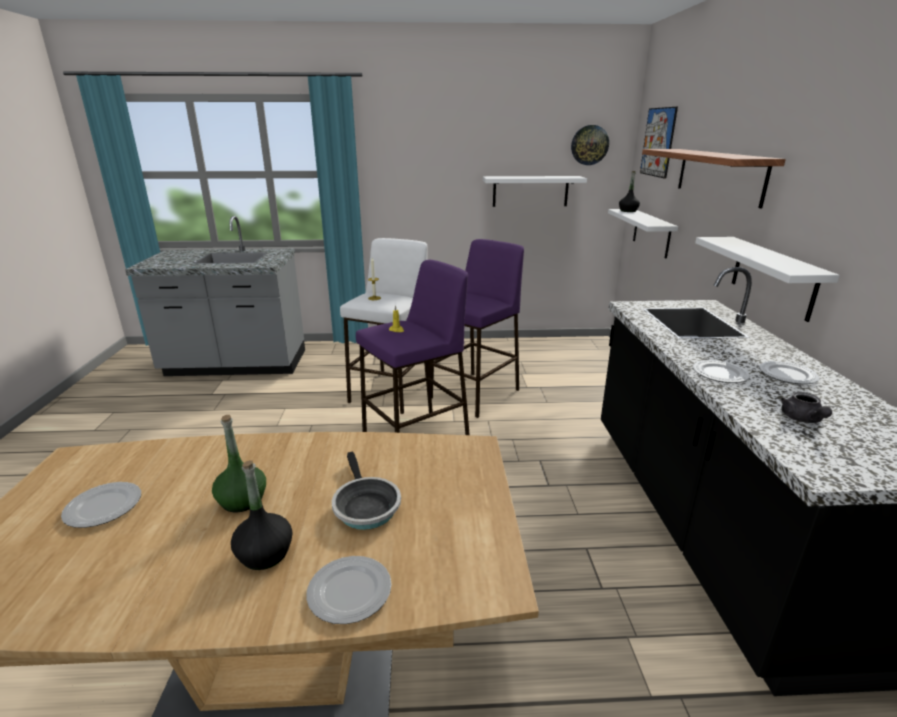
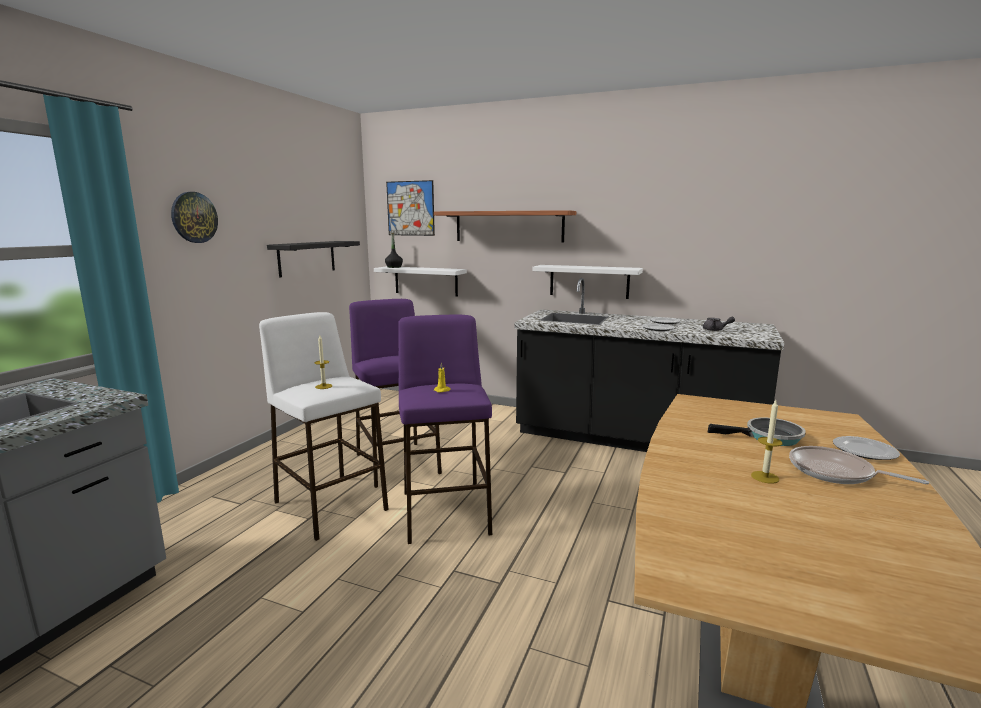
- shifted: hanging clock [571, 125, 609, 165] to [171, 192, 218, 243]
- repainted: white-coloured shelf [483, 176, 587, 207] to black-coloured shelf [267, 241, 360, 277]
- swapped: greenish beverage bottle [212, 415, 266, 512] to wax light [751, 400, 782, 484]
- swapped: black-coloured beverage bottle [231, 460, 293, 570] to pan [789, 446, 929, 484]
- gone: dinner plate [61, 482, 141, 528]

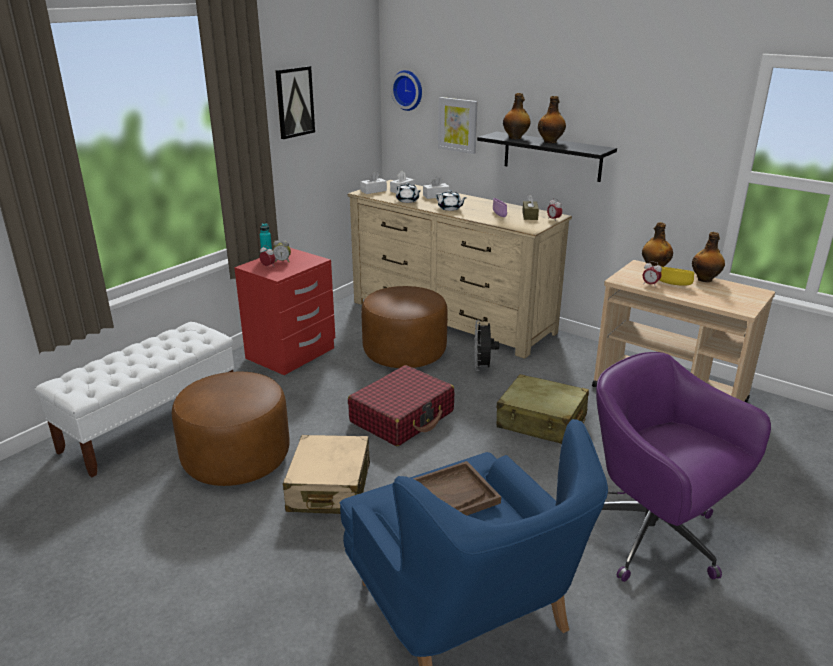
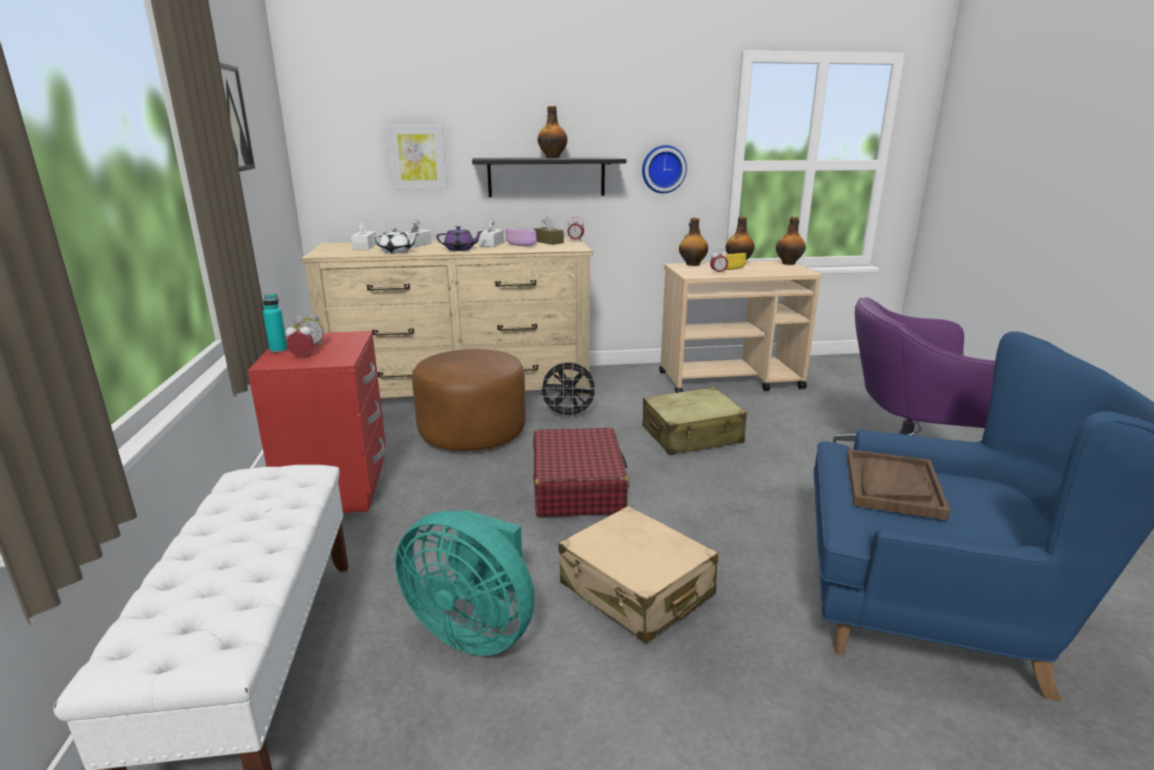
- shifted: hanging clock [391, 70, 422, 111] to [642, 145, 687, 193]
- shifted: beverage bottle [503, 93, 530, 139] to [776, 217, 806, 265]
- shifted: white-coloured tissue holder [360, 171, 387, 194] to [479, 219, 504, 247]
- repainted: white-coloured tea pot [435, 190, 467, 211] to purple-coloured tea pot [436, 226, 483, 251]
- rotated: black-coloured electric fan [474, 320, 499, 371] = [538, 363, 598, 419] 45 degrees counterclockwise
- swapped: brownish pouffe [172, 372, 289, 486] to blue-green electric fan [395, 510, 535, 655]

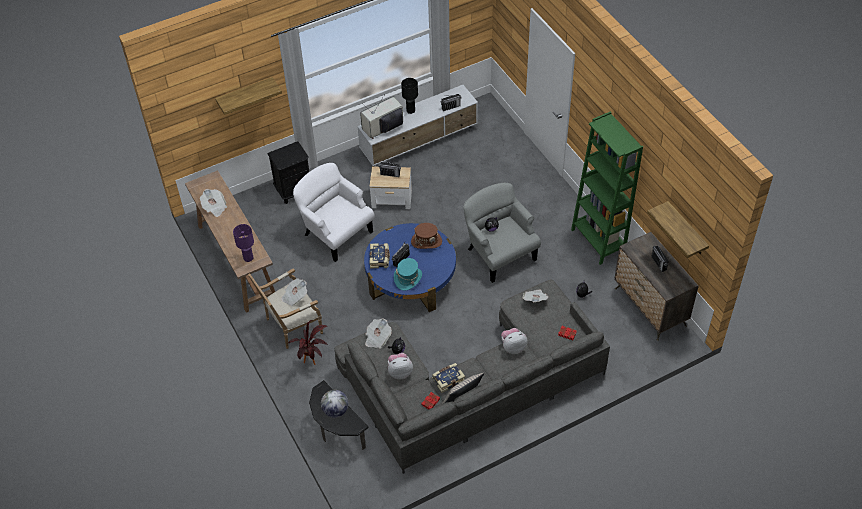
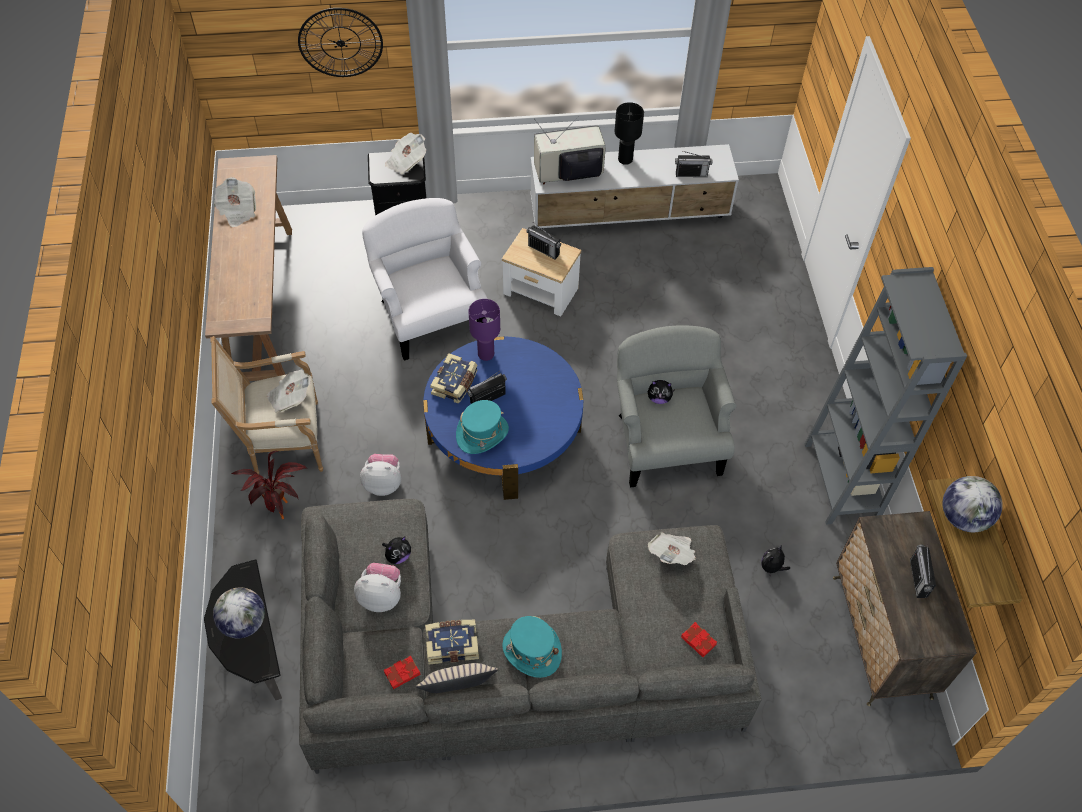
- swapped: shelf [215, 77, 282, 115] to hanging clock [298, 8, 383, 77]
- repainted: greenish bookcase [571, 112, 643, 265] to greyish bookcase [804, 267, 967, 525]
- gone: brownish clothing hat [411, 223, 442, 249]
- shifted: purple-coloured lamp for a table [233, 224, 254, 262] to [469, 299, 500, 361]
- shifted: printed paper [365, 319, 392, 349] to [385, 133, 426, 174]
- shifted: plush toy [501, 328, 527, 354] to [360, 454, 401, 496]
- new: world globe [942, 476, 1003, 532]
- new: blue-green clothing hat [503, 616, 562, 678]

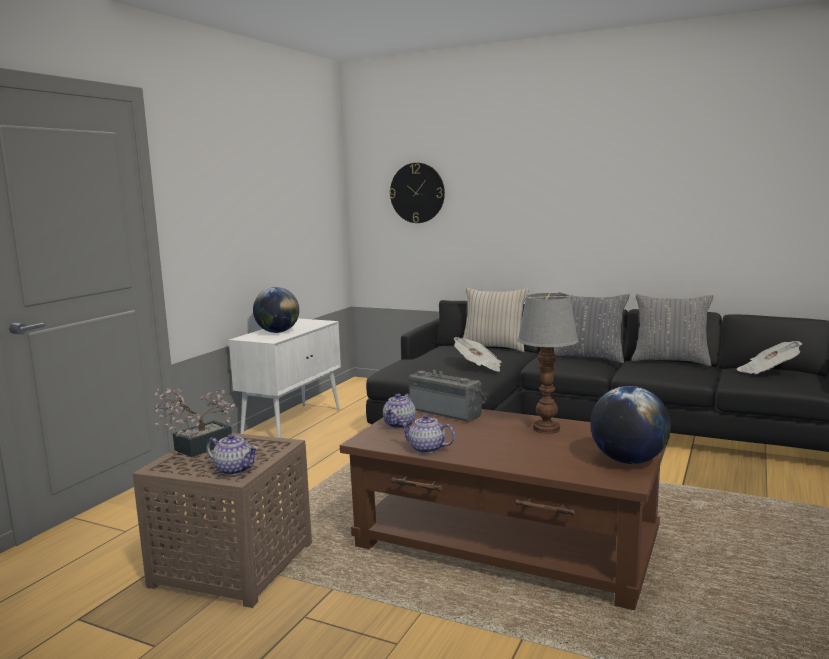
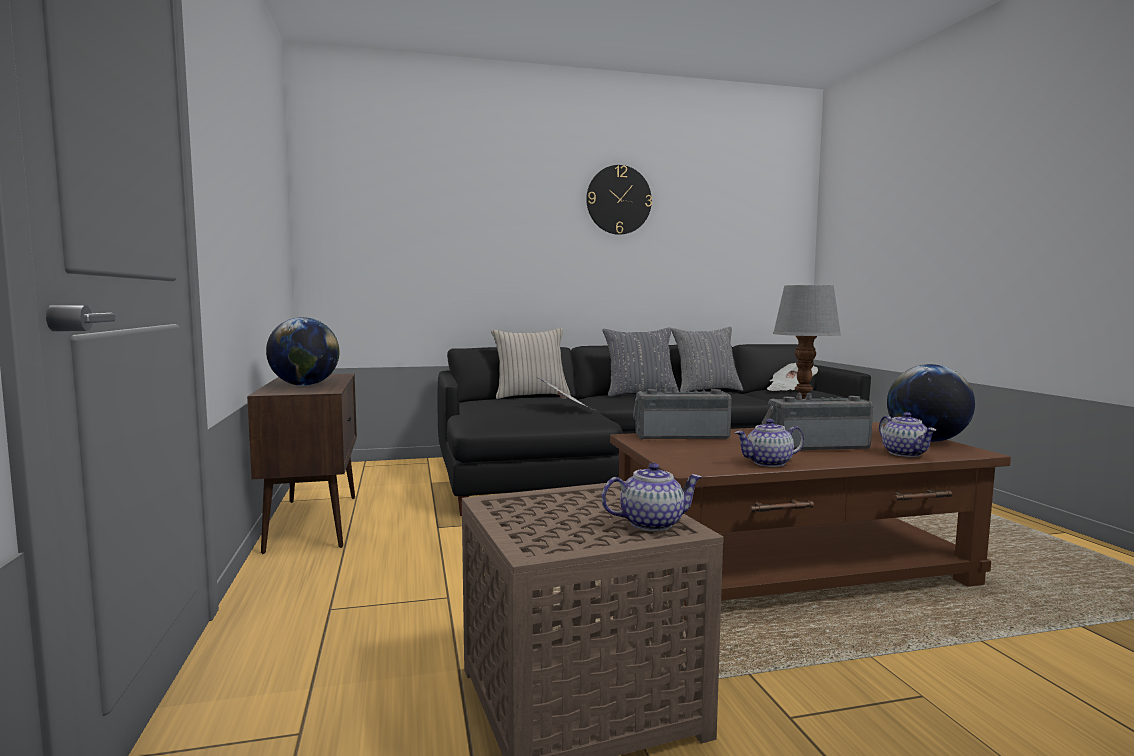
- shifted: hanging clock [389, 163, 445, 223] to [586, 165, 652, 235]
- repainted: white-coloured storage cabinet [229, 318, 341, 438] to brownish storage cabinet [247, 374, 357, 554]
- gone: houseplant [153, 388, 235, 457]
- shifted: tea pot [383, 394, 416, 428] to [879, 412, 936, 457]
- new: radio receiver [762, 393, 873, 450]

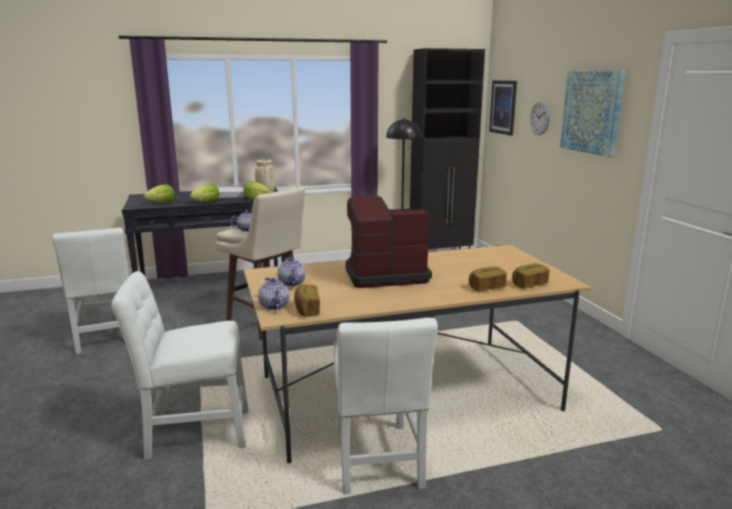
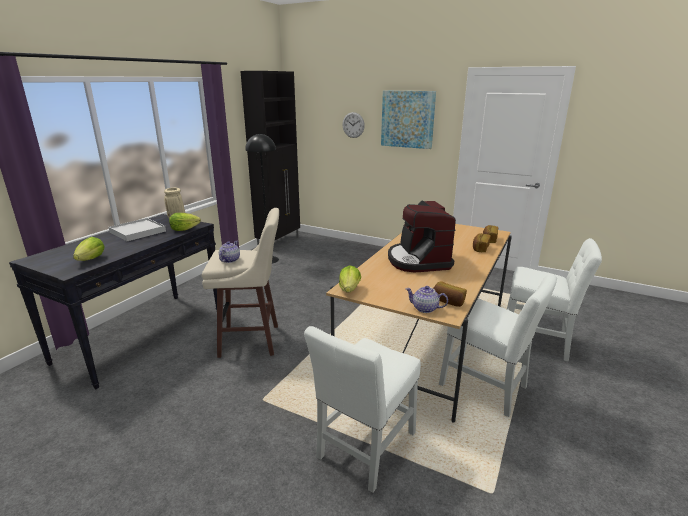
- gone: picture [489, 80, 517, 136]
- shifted: lettuce head [190, 184, 219, 202] to [339, 265, 361, 292]
- rotated: coffee brewer [345, 195, 432, 288] = [388, 200, 456, 272] 45 degrees counterclockwise
- shifted: white-coloured chair [52, 228, 129, 354] to [507, 238, 602, 362]
- gone: tea pot [278, 258, 305, 287]

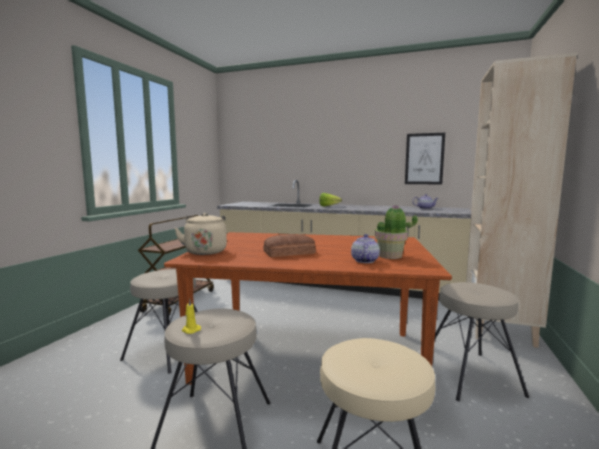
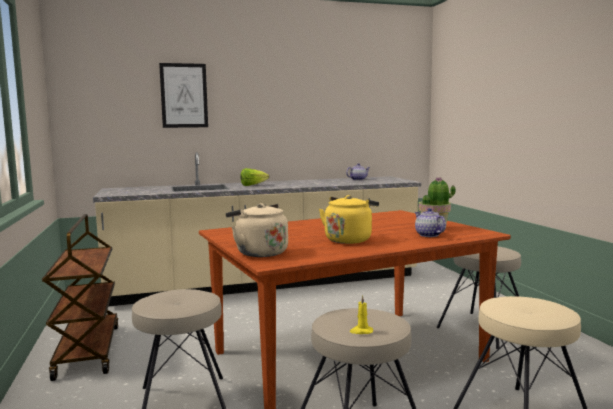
- gone: beige-coloured bookcase [466, 53, 577, 348]
- shifted: picture [405, 133, 445, 184] to [159, 63, 208, 128]
- swapped: bakery bread [263, 234, 316, 257] to yellowish water kettle [319, 195, 379, 244]

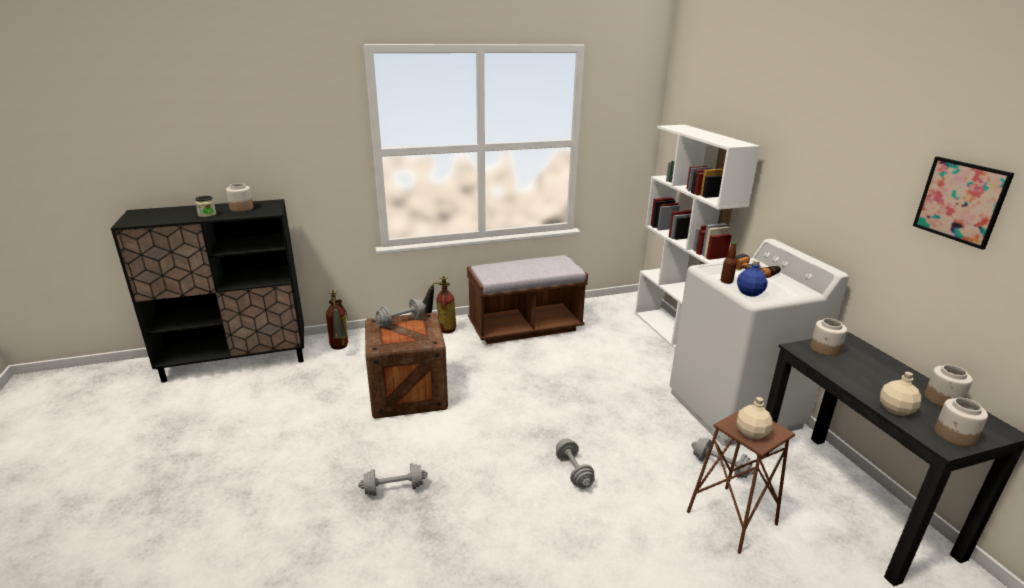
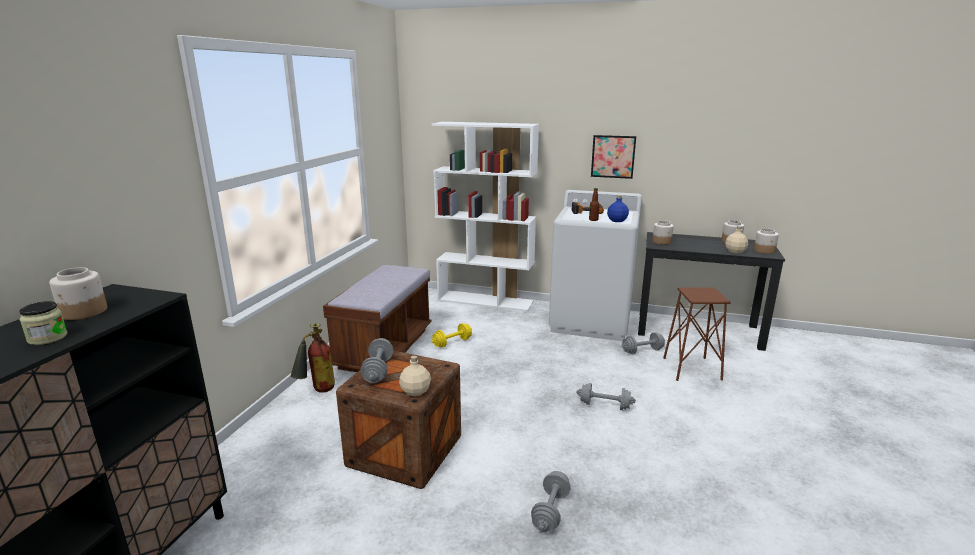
- shifted: picture [913, 156, 1014, 250] to [591, 135, 636, 179]
- gone: fire-fighting cylinder [326, 290, 348, 350]
- shifted: beige-coloured beverage bottle [737, 397, 772, 439] to [399, 356, 431, 396]
- new: yellowish dumbbell [432, 323, 472, 348]

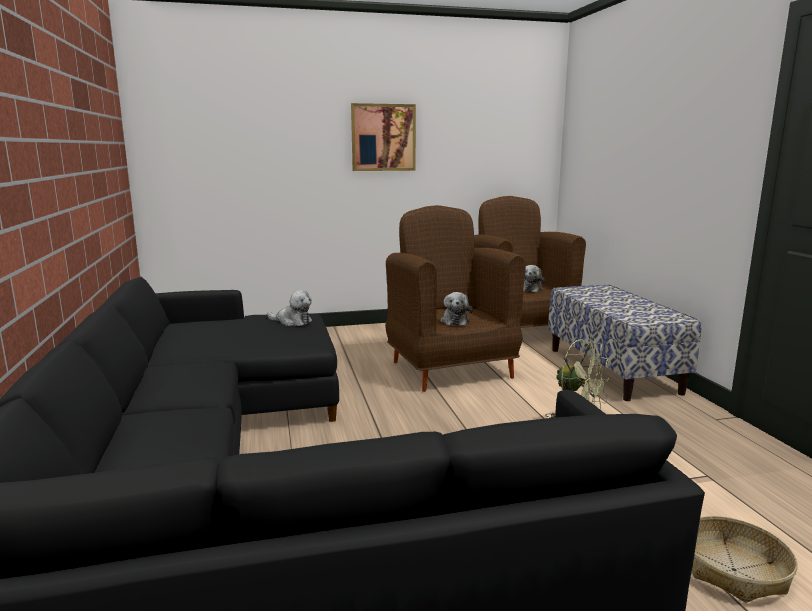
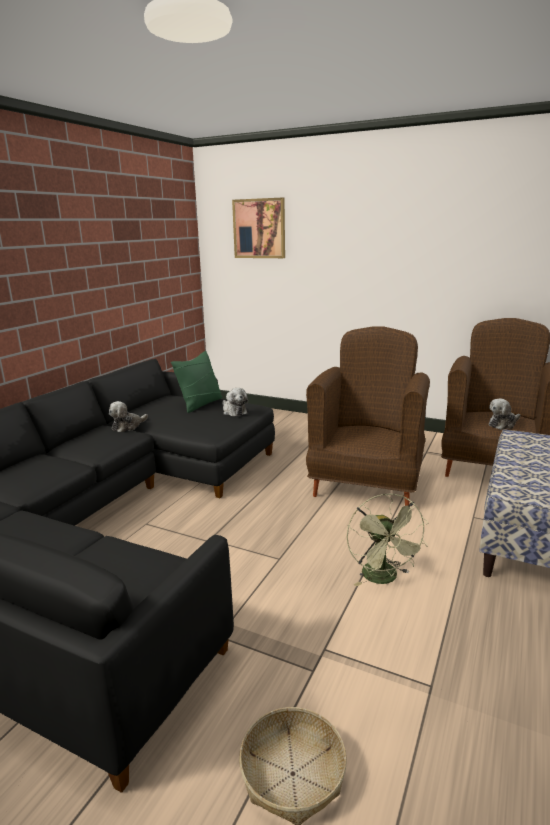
- shifted: picture [351, 103, 416, 171] to [232, 198, 285, 258]
- shifted: plush toy [440, 292, 473, 326] to [109, 401, 148, 432]
- new: greenish pillow [171, 351, 222, 413]

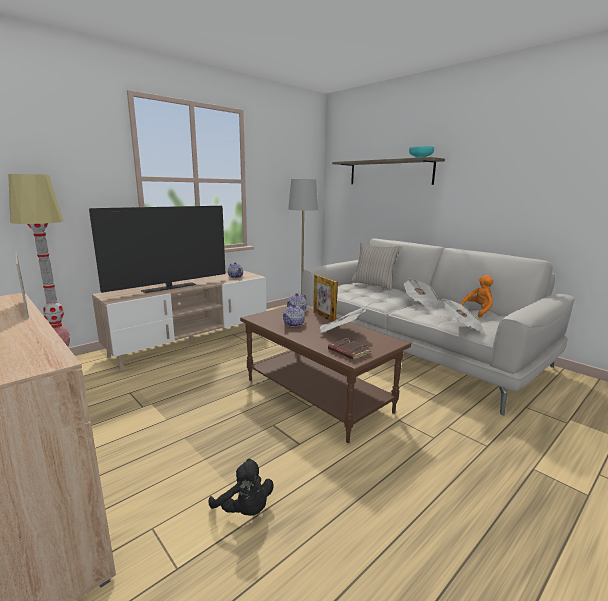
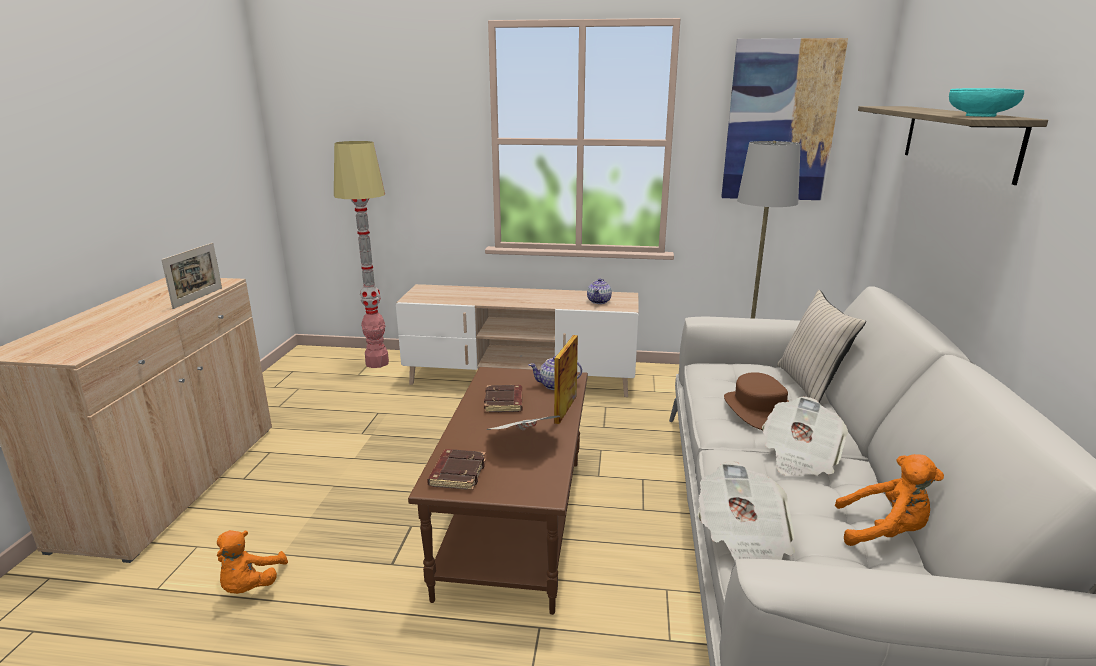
- gone: TV [89, 206, 225, 293]
- swapped: tea pot [282, 304, 305, 327] to brownish bound book [484, 385, 523, 412]
- repainted: black-coloured plush toy [209, 459, 274, 516] to orange plush toy [217, 530, 288, 594]
- new: picture [721, 38, 848, 200]
- new: brownish clothing hat [724, 372, 789, 430]

